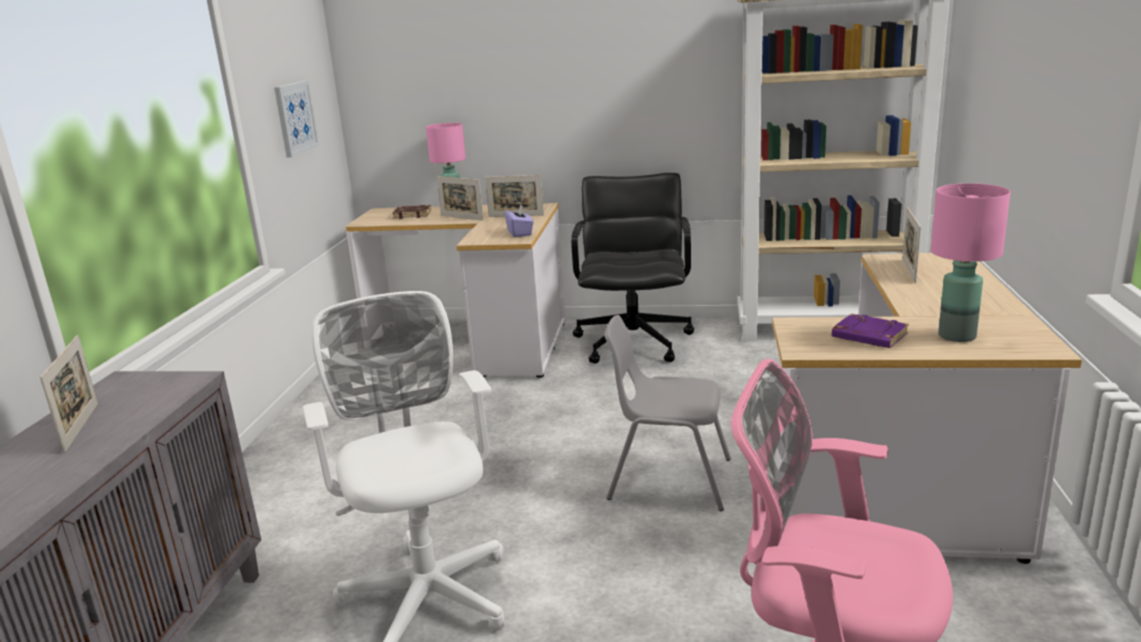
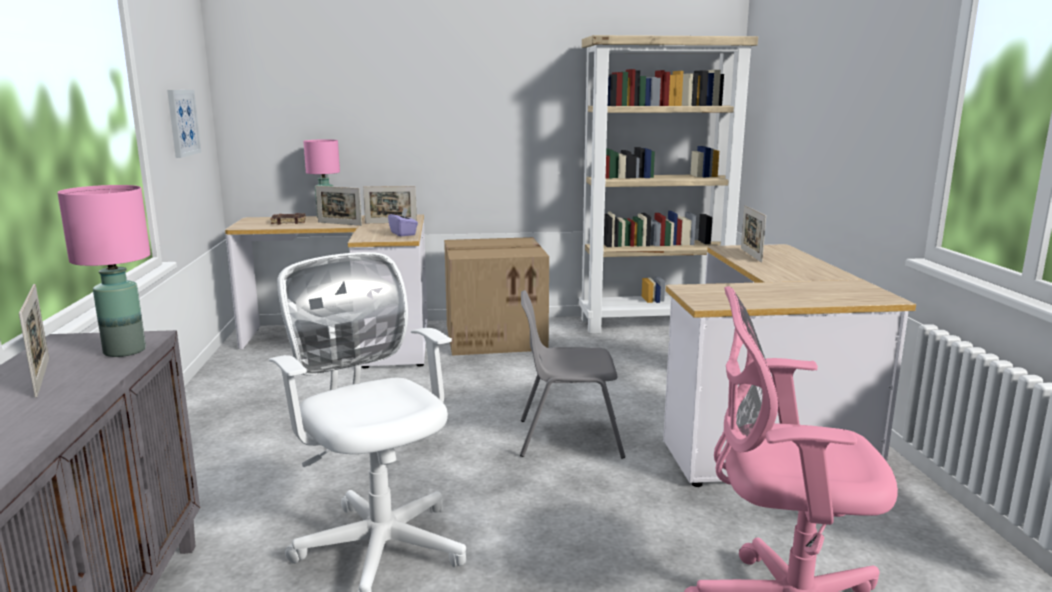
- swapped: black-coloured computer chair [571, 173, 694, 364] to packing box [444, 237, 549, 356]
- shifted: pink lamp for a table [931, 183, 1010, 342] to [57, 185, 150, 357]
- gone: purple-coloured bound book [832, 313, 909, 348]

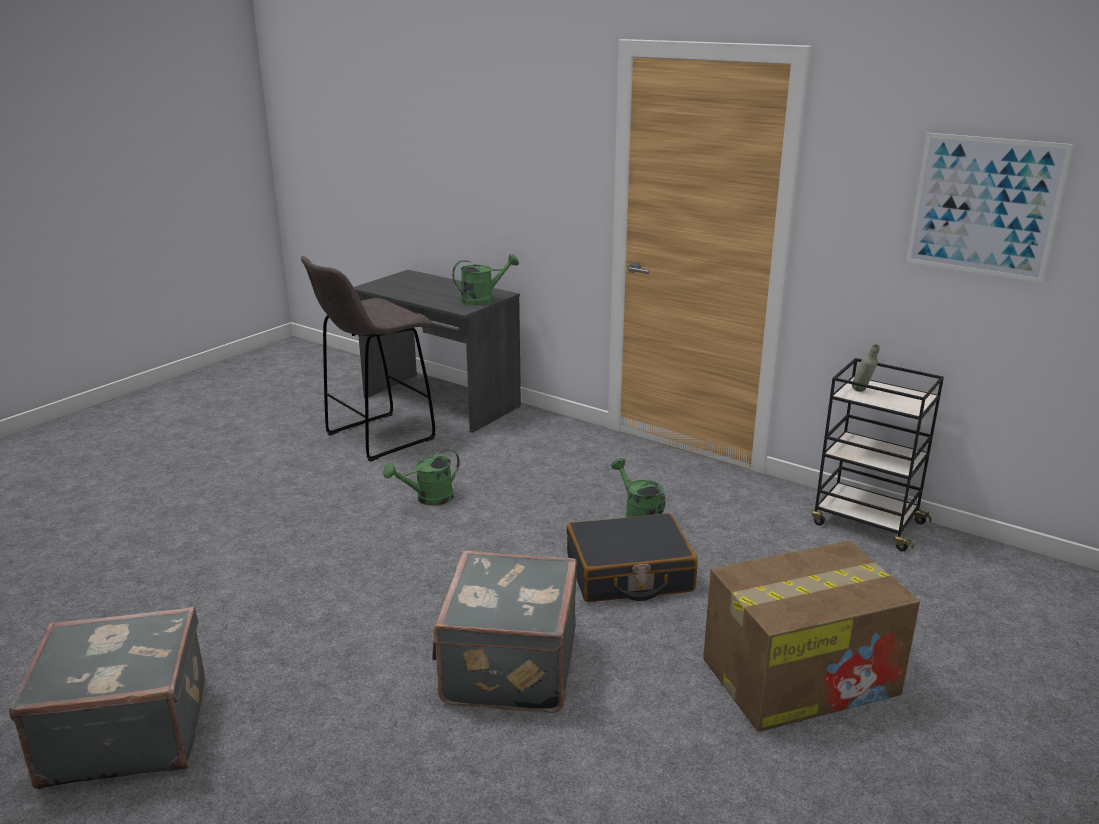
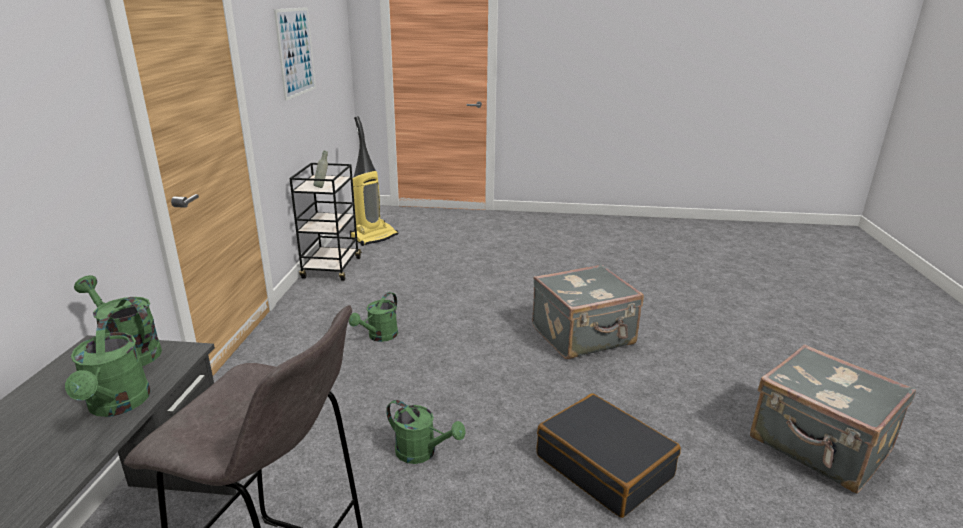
- shifted: black-coloured piece of luggage [566, 513, 698, 602] to [536, 393, 681, 518]
- gone: packing box [703, 541, 920, 732]
- new: vacuum [350, 116, 398, 246]
- new: greenish sprinkling can [65, 317, 151, 417]

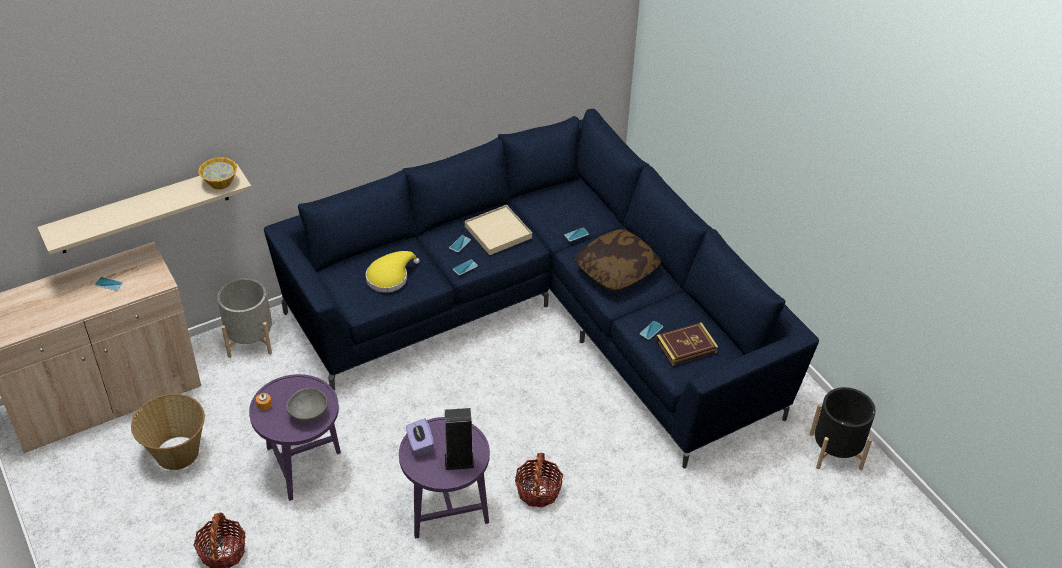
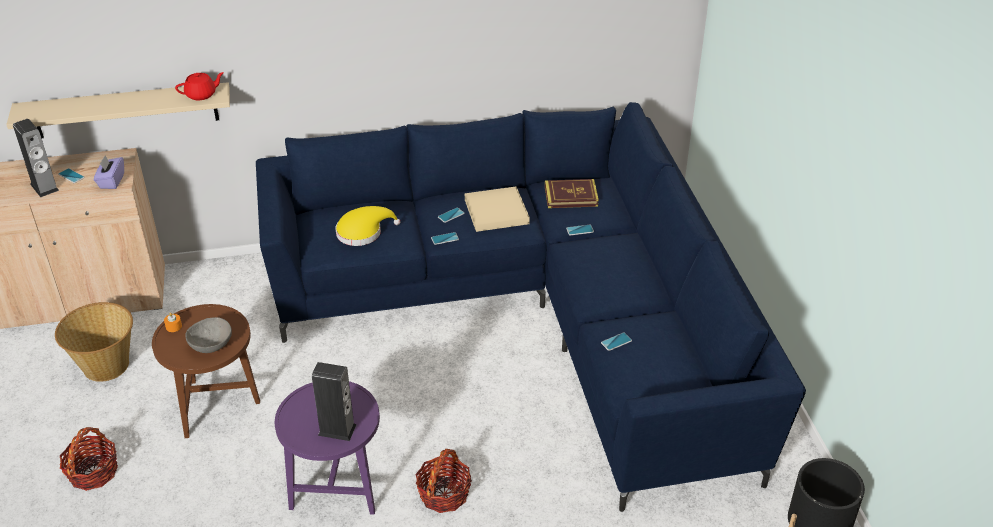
- swapped: deep dish [198, 157, 238, 189] to reddish tea pot [175, 72, 224, 100]
- gone: pillow [574, 229, 661, 292]
- gone: greyish planter [217, 278, 273, 358]
- shifted: bound book [656, 322, 718, 366] to [545, 179, 599, 208]
- repainted: purple-coloured side table [249, 374, 341, 501] to brownish side table [152, 304, 260, 438]
- shifted: purple-coloured tissue holder [406, 418, 434, 456] to [94, 156, 124, 189]
- new: speaker [13, 119, 59, 197]

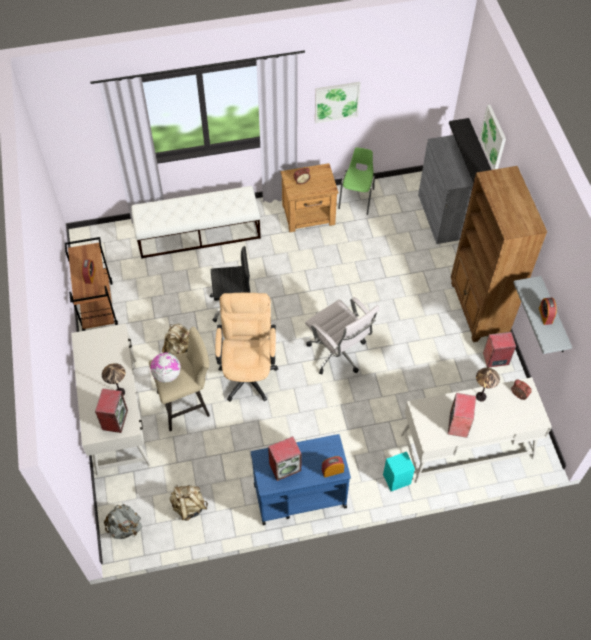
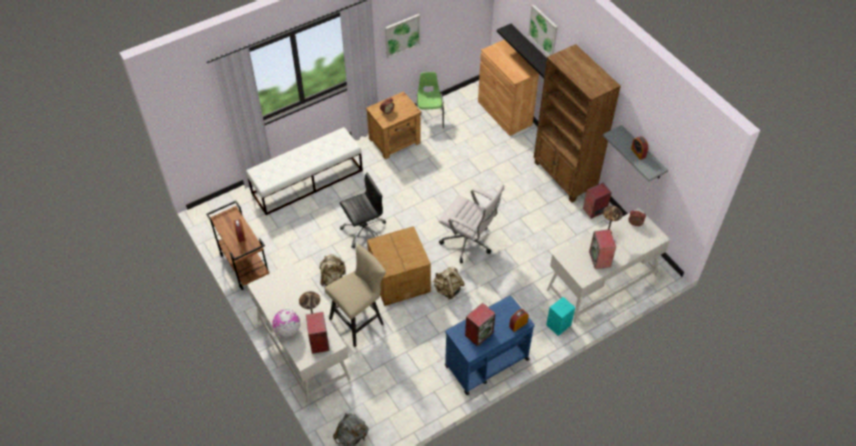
- repainted: greyish storage cabinet [418, 135, 473, 244] to brownish storage cabinet [478, 40, 539, 136]
- swapped: beige-coloured computer chair [215, 293, 278, 401] to packing box [367, 226, 431, 306]
- shifted: world globe [150, 353, 181, 383] to [272, 309, 300, 337]
- shifted: beige-coloured backpack [170, 485, 208, 520] to [433, 266, 465, 299]

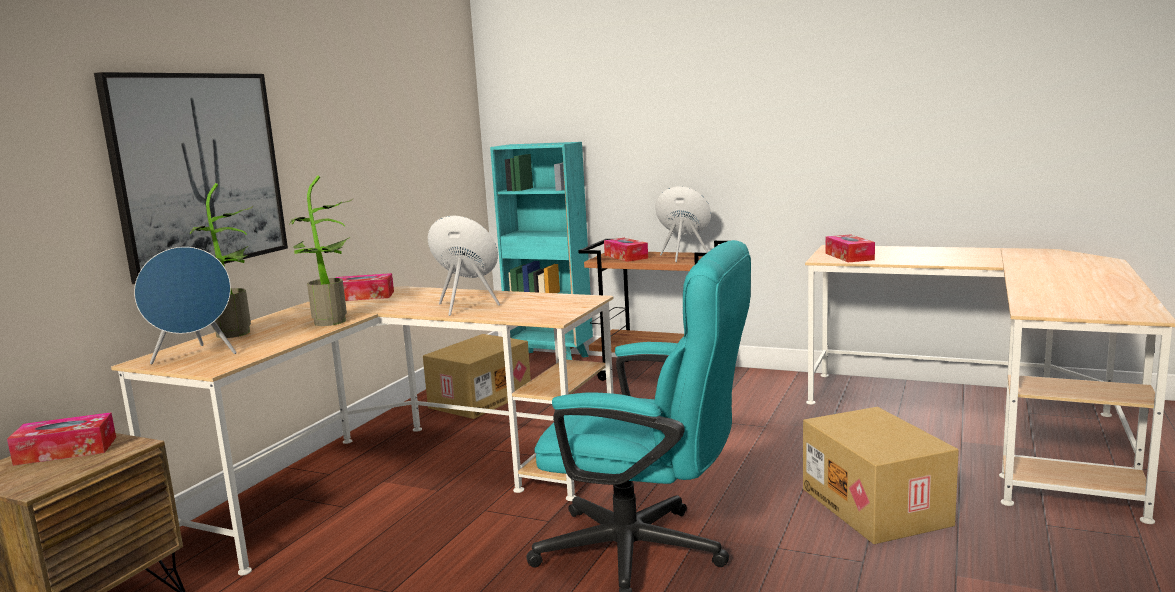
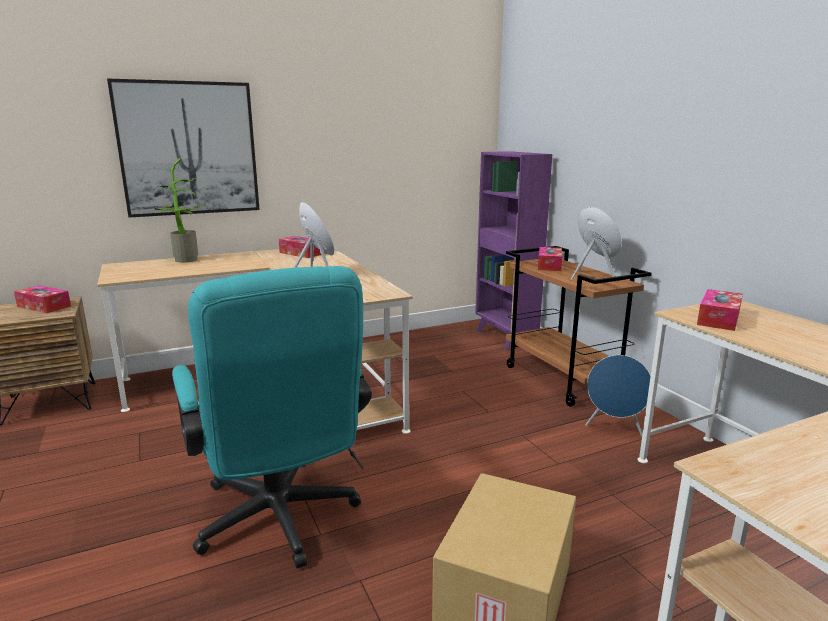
- repainted: blue-green bookcase [490, 142, 593, 360] to purple-coloured bookcase [475, 151, 552, 350]
- gone: houseplant [290, 176, 354, 326]
- shifted: blue-coloured speaker [134, 247, 237, 364] to [585, 355, 651, 437]
- gone: packing box [423, 334, 531, 419]

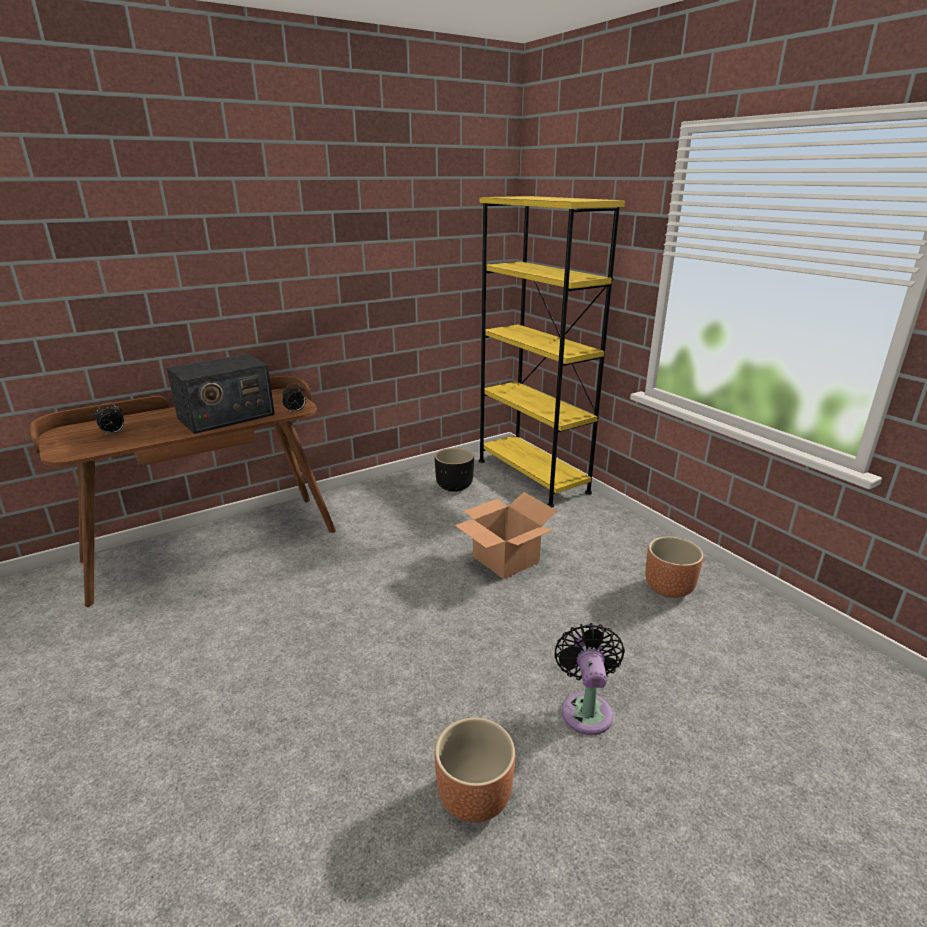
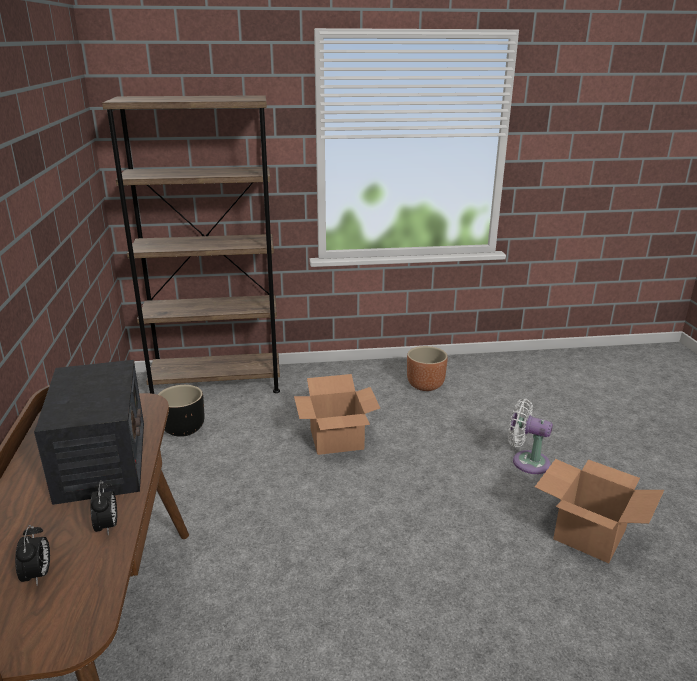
- repainted: yellowish bookcase [479, 196, 625, 507] to brownish bookcase [102, 95, 280, 394]
- shifted: alarm clock [282, 383, 306, 412] to [91, 480, 117, 536]
- repainted: black-coloured electric fan [554, 623, 625, 735] to white-coloured electric fan [508, 398, 553, 474]
- swapped: brownish planter [435, 718, 515, 823] to packing box [535, 459, 664, 563]

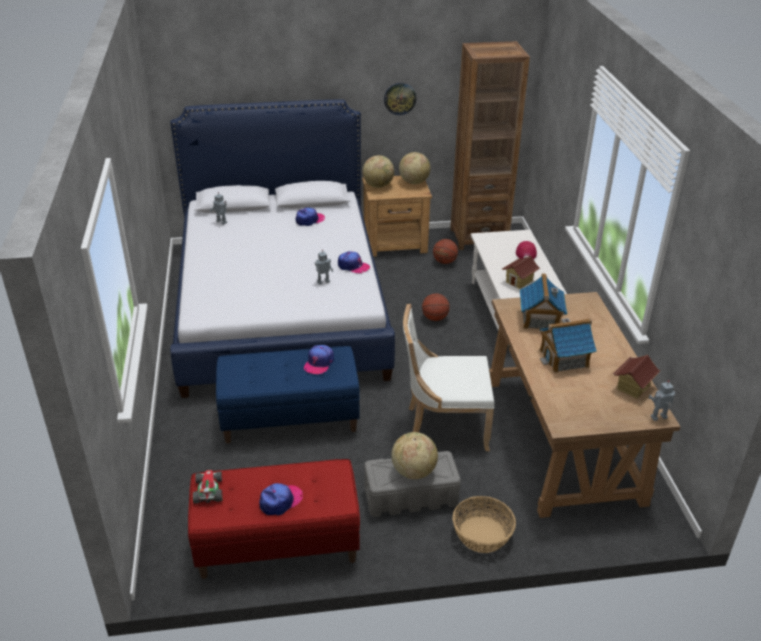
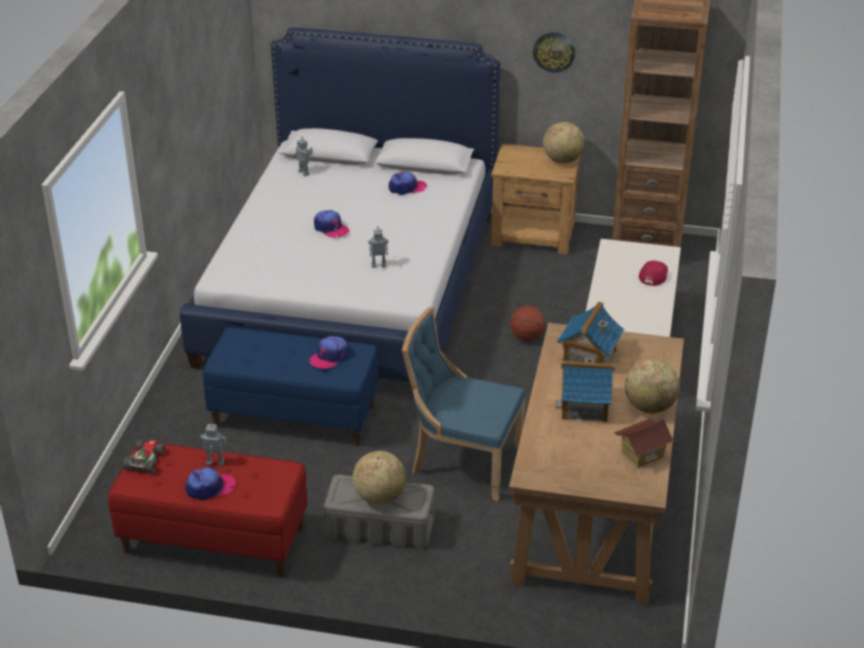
- shifted: world globe [362, 155, 394, 188] to [625, 359, 680, 414]
- gone: basketball [433, 239, 458, 264]
- shifted: cap [338, 251, 370, 273] to [314, 210, 349, 238]
- gone: toy house [502, 255, 540, 289]
- repainted: white-coloured chair [403, 304, 494, 451] to blue-coloured chair [402, 307, 525, 501]
- shifted: model robot [649, 380, 675, 421] to [201, 422, 226, 466]
- gone: storage basket [452, 496, 516, 553]

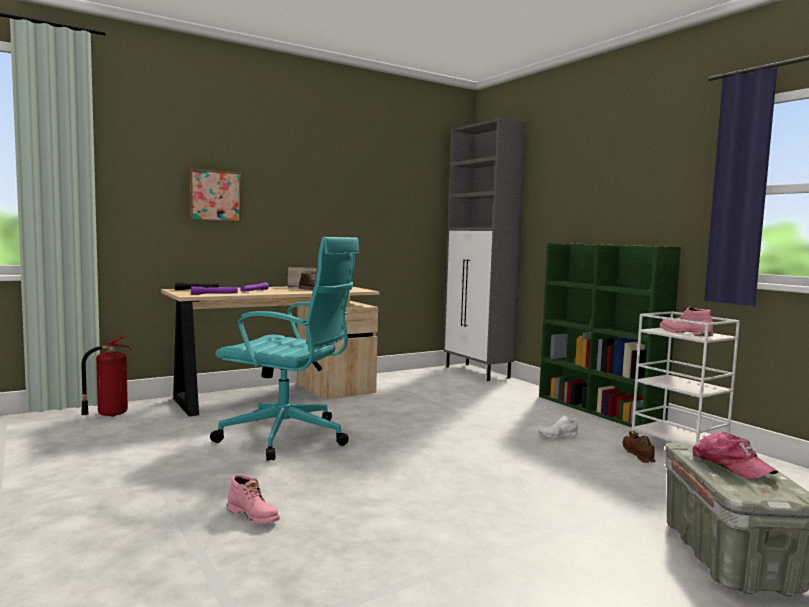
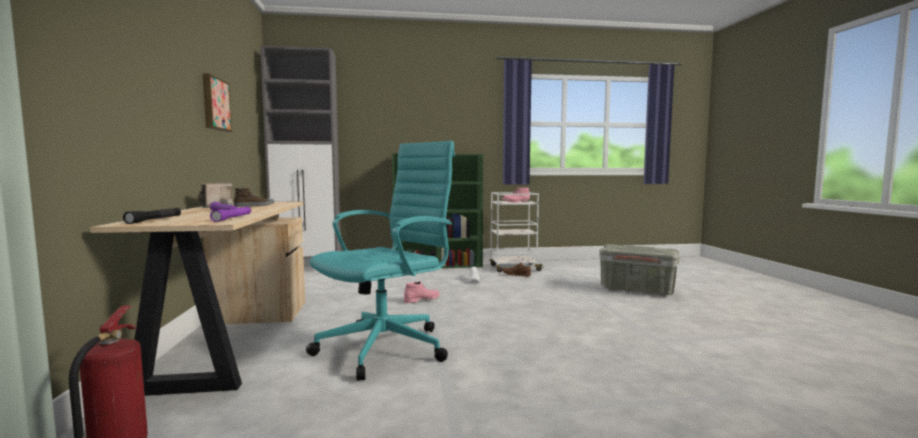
- shifted: picture [189, 169, 241, 222] to [203, 73, 232, 132]
- gone: cap [693, 432, 778, 479]
- shifted: pink high-top boot [227, 474, 280, 524] to [404, 281, 440, 303]

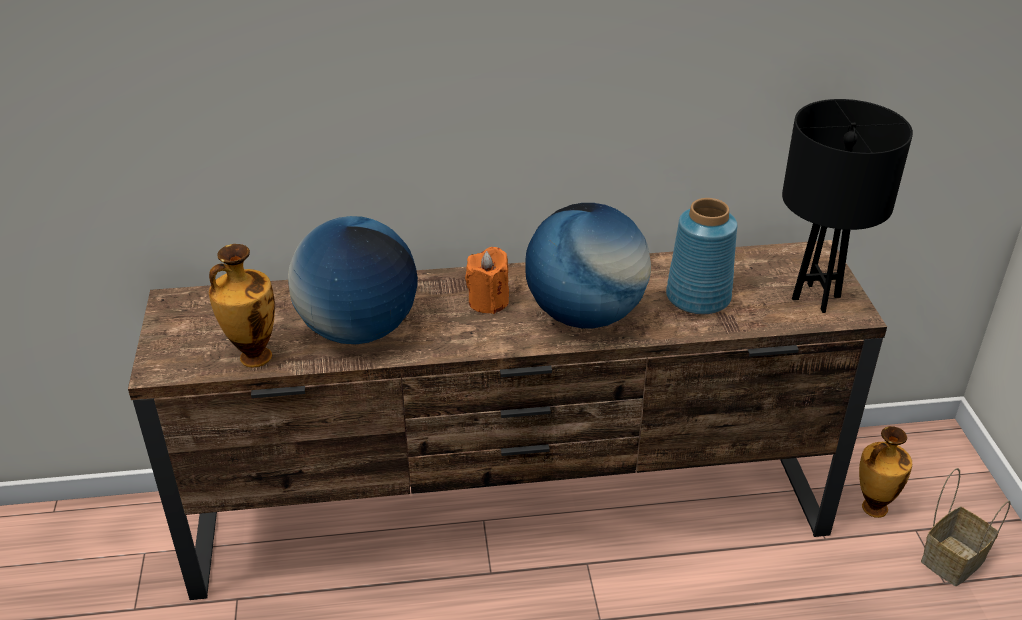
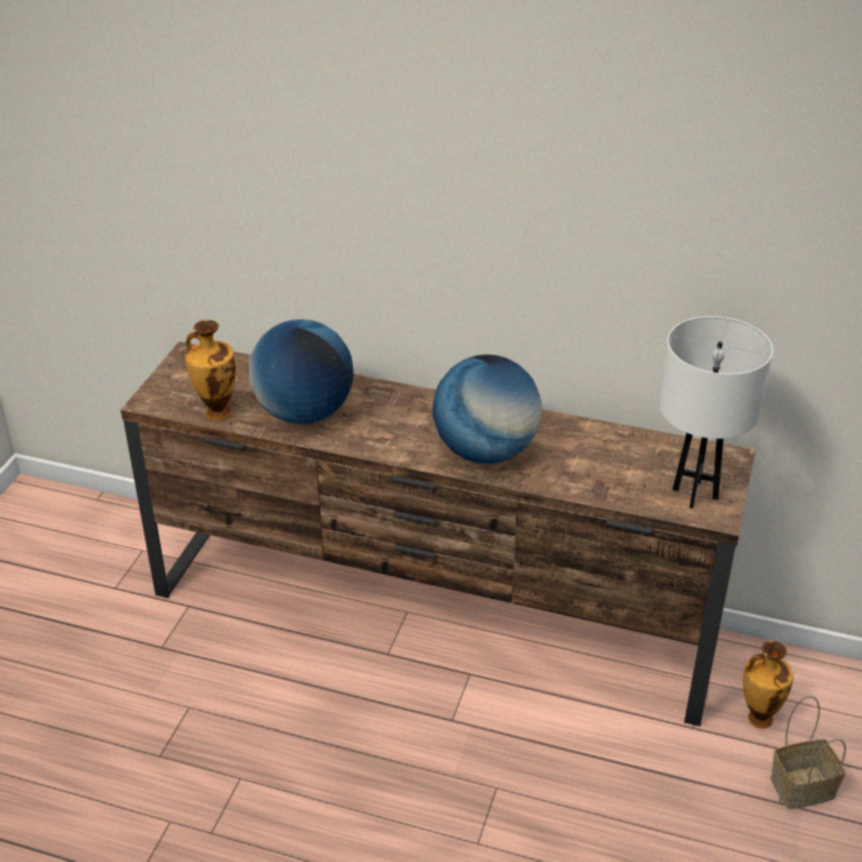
- repainted: black-coloured lamp for a table [782, 99, 913, 313] to white-coloured lamp for a table [659, 316, 773, 508]
- gone: blue-coloured vase [666, 198, 737, 314]
- gone: orange wax light [465, 247, 509, 314]

